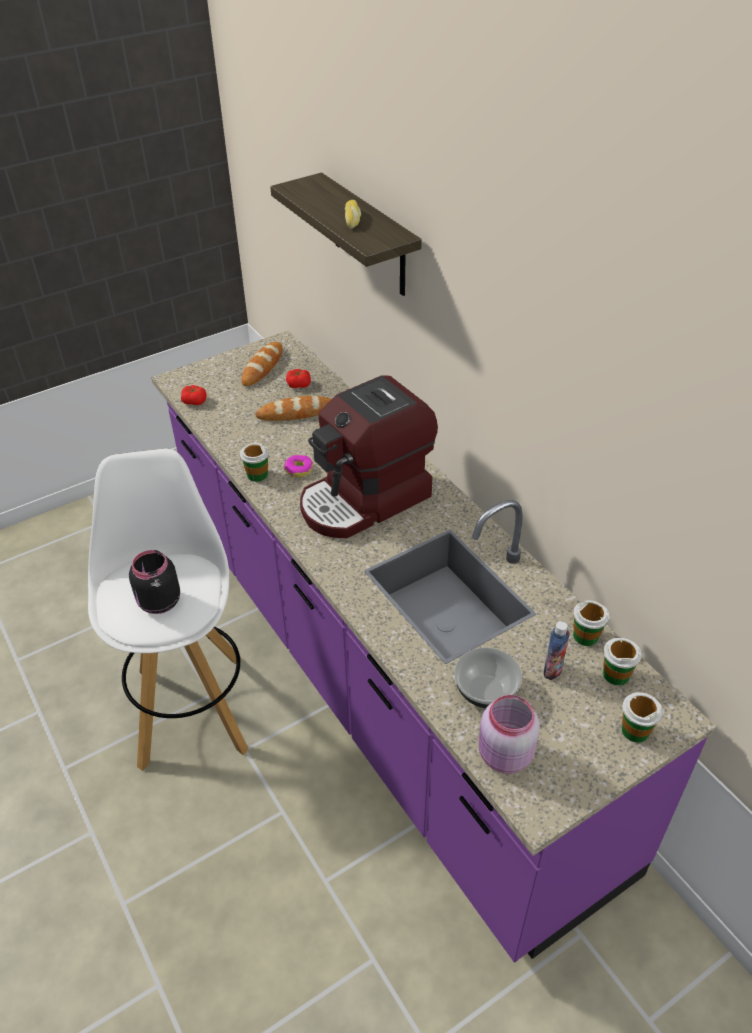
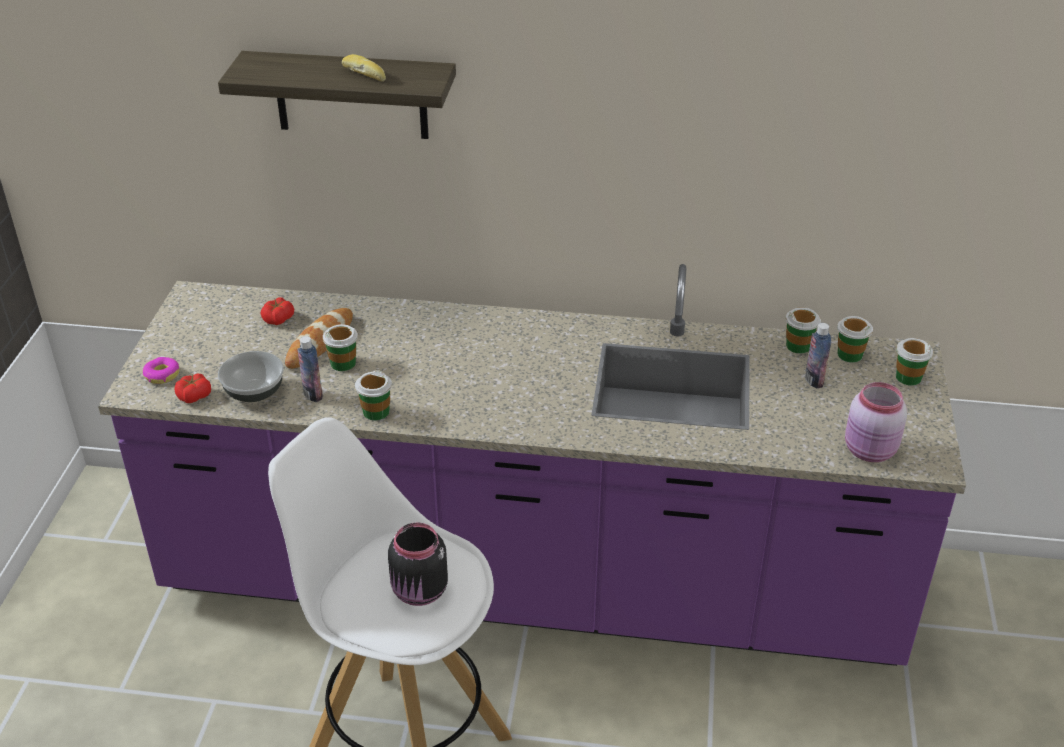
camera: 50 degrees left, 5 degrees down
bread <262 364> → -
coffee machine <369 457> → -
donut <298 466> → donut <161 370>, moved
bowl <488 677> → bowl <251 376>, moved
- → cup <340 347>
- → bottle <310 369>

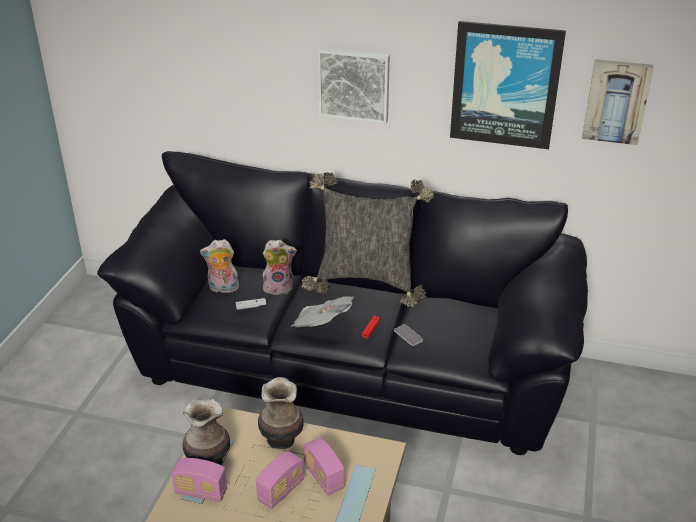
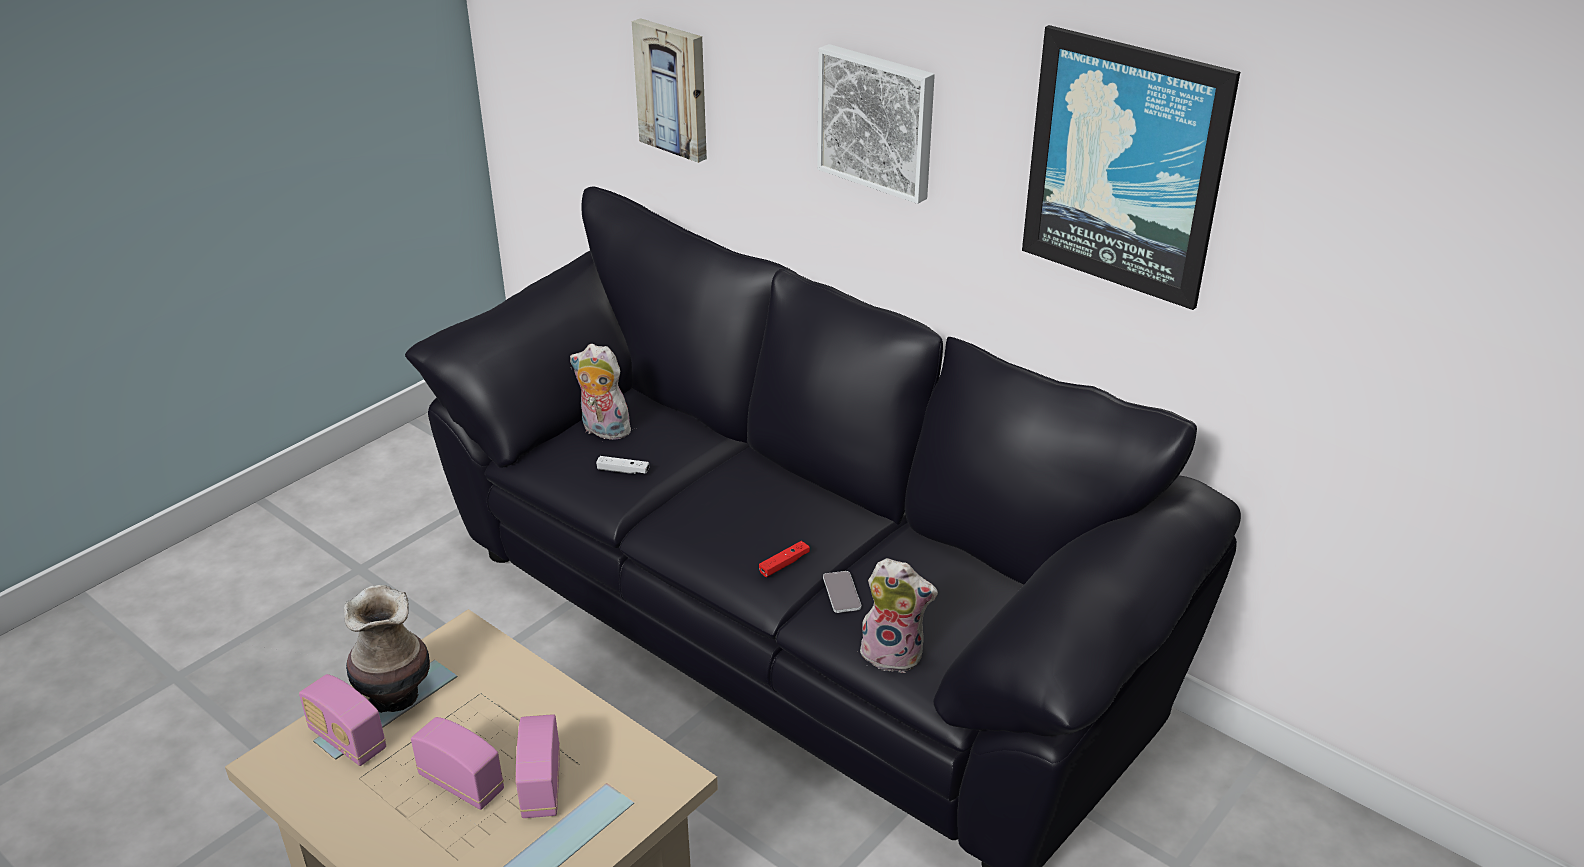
camera: 25 degrees right, 0 degrees up
picture <617 102> → picture <669 90>, moved
pillow <368 239> → -
plush toy <280 268> → plush toy <899 615>, moved
newspaper <322 311> → -
vase <281 413> → -
radio <280 480> → radio <457 763>, 120 degrees counterclockwise

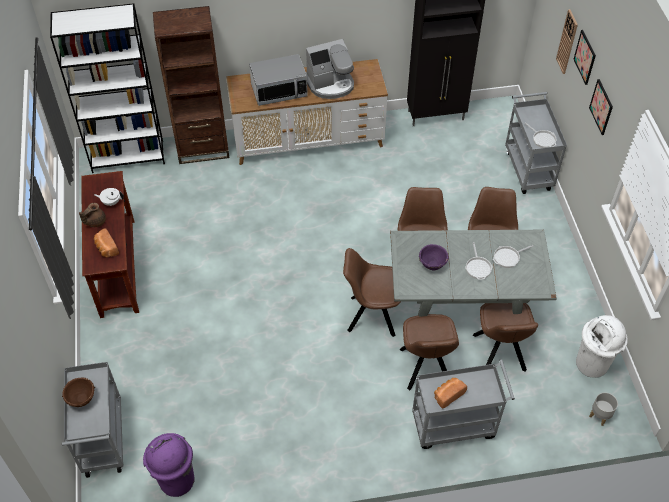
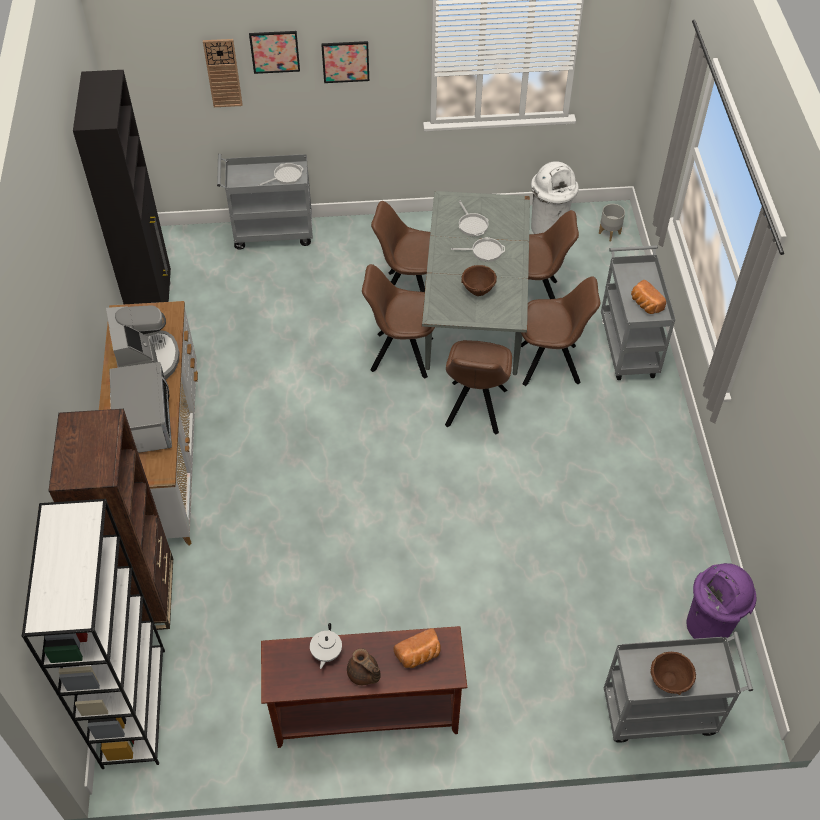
camera: 85 degrees left, 0 degrees up
bowl in purple <434 257> → bowl in brown <479 280>

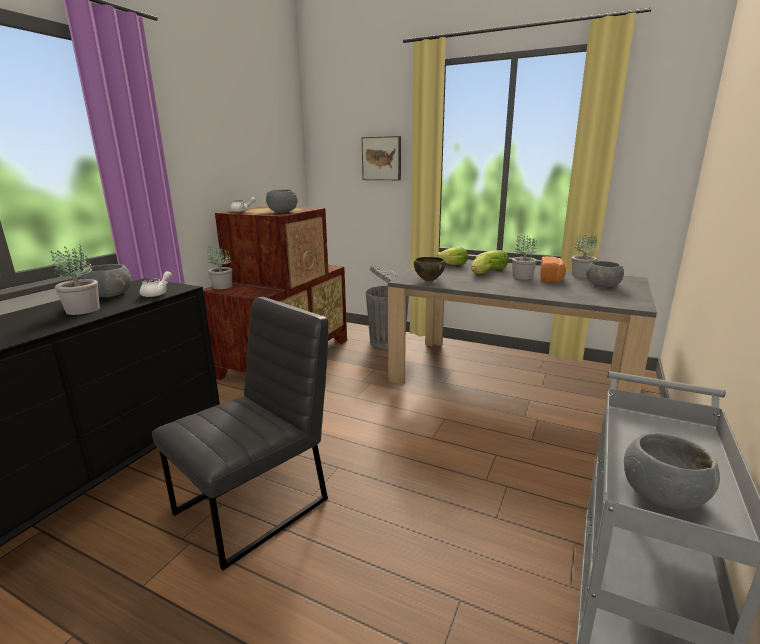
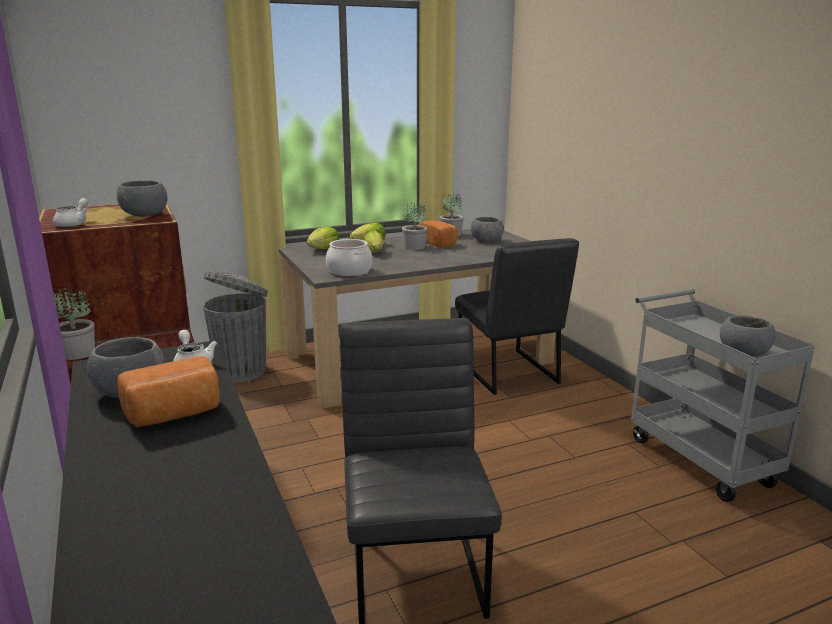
camera: 50 degrees left, 0 degrees up
picture <381 158> → -
potted plant <75 280> → bread <168 391>
bowl in brown <430 269> → cooking pot <349 257>
- → chair in grey <517 316>

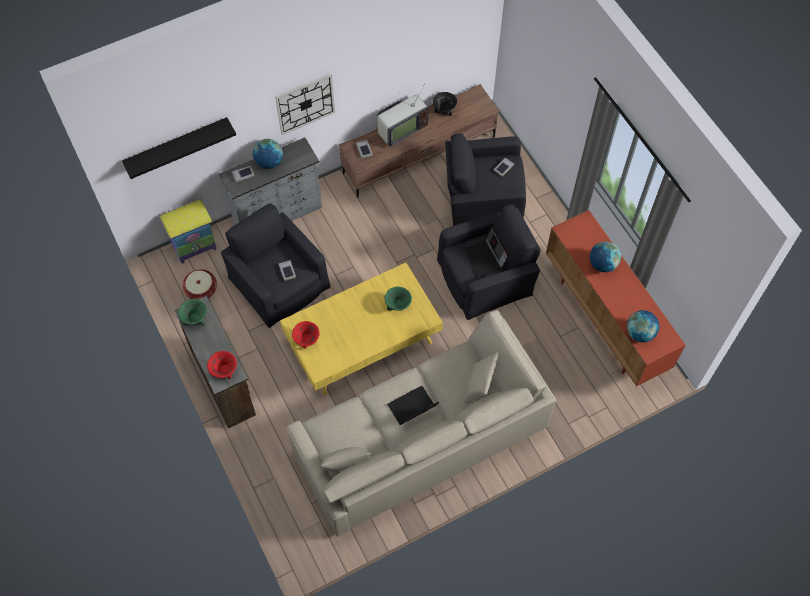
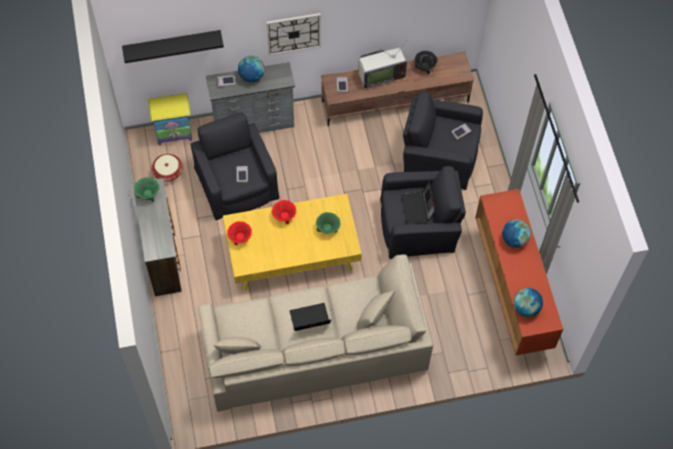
camera: 15 degrees right, 0 degrees up
bowl in red <222 365> → bowl in red <284 212>, moved

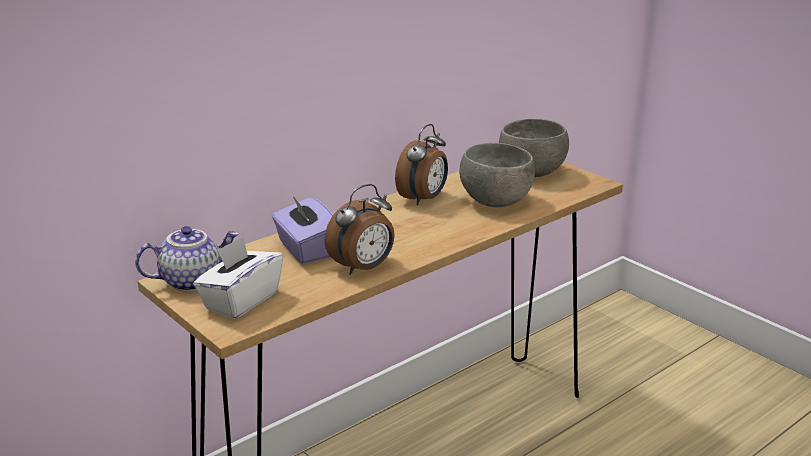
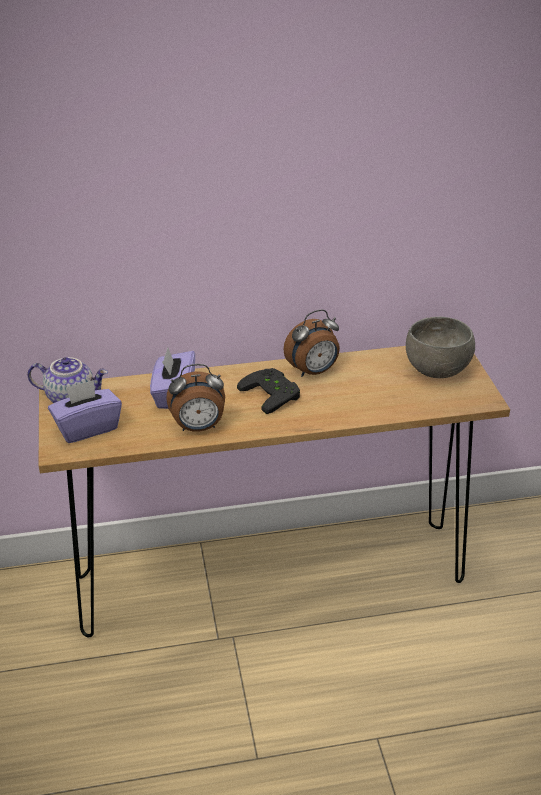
camera: 30 degrees right, 10 degrees up
bowl in grey <497 175> → -
tissue box in white <238 277> → tissue box in purple <85 411>
- → game controller in black <268 391>

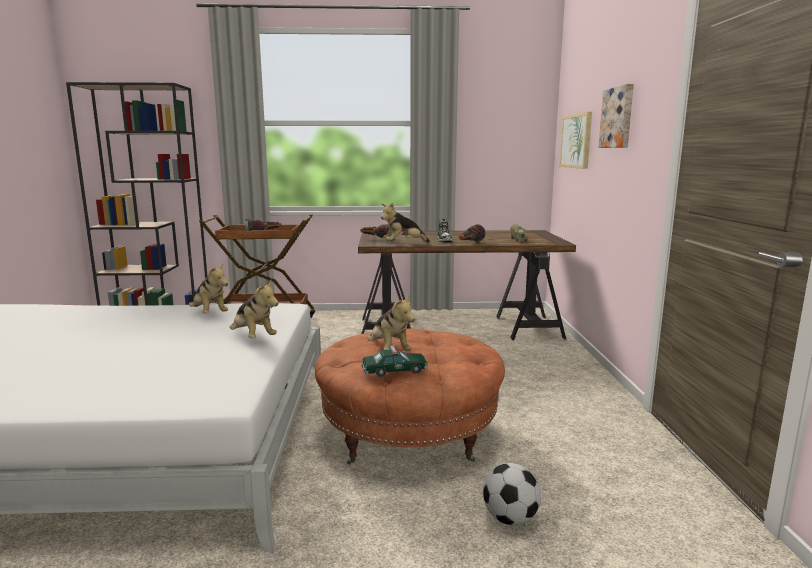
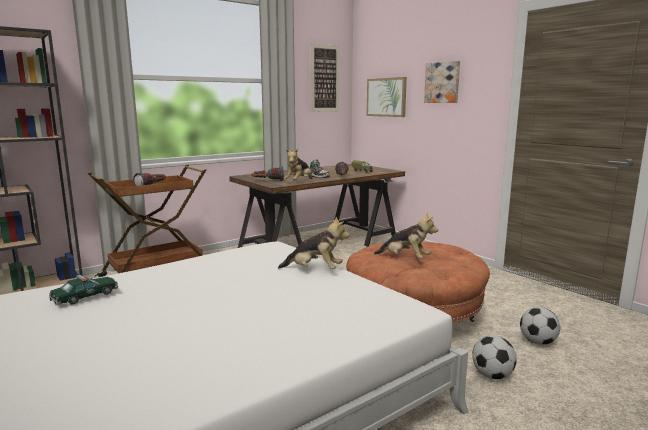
camera: 35 degrees left, 0 degrees up
plush toy <208 289> → -
toy car <395 361> → toy car <83 290>, moved
- → picture <325 77>
- → football <494 357>

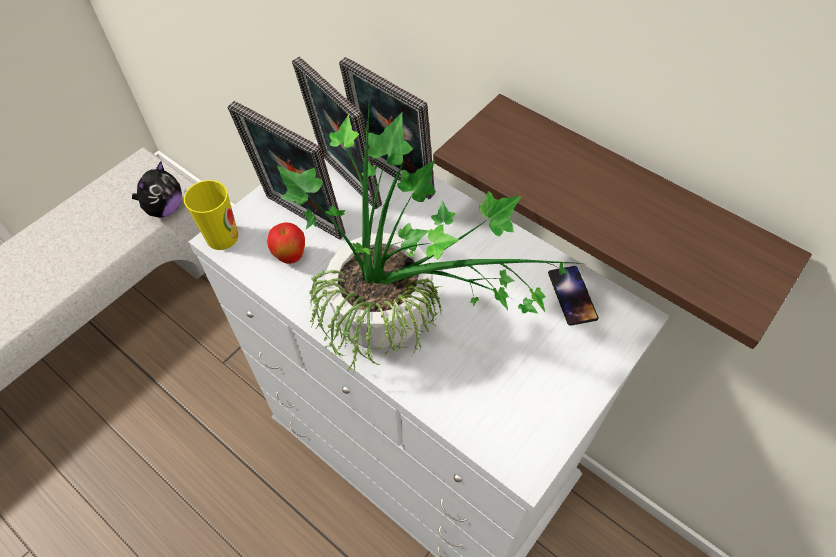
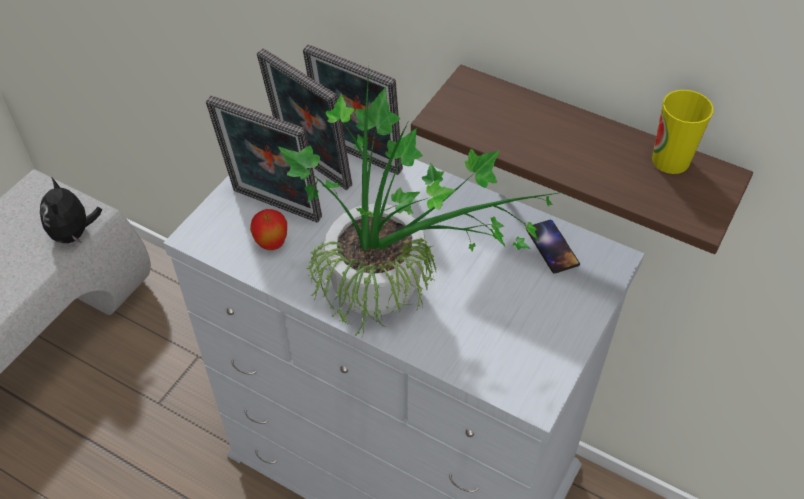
camera: 10 degrees left, 5 degrees down
plush toy <157 189> → plush toy <71 210>, 150 degrees clockwise
cup <211 215> → cup <682 132>, moved

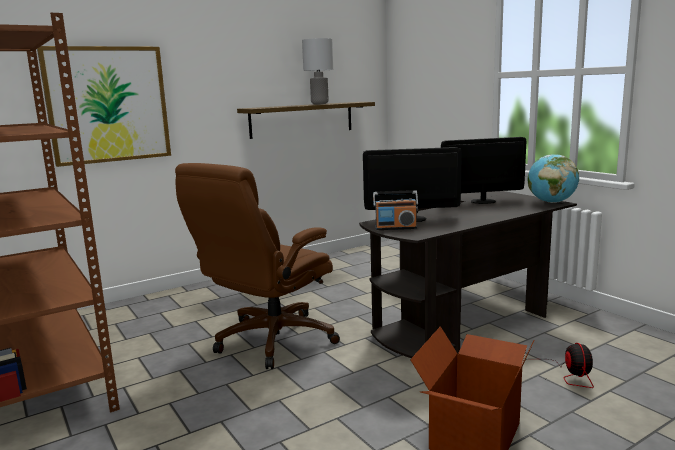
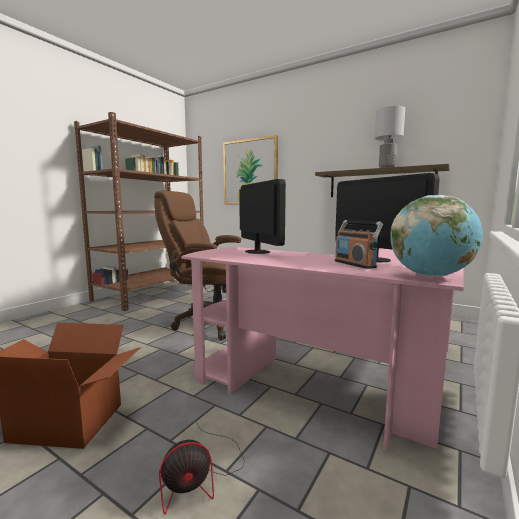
camera: 65 degrees right, 5 degrees down
radio <395 210> → radio <359 244>, moved
desk in black <468 274> → desk in pink <322 349>

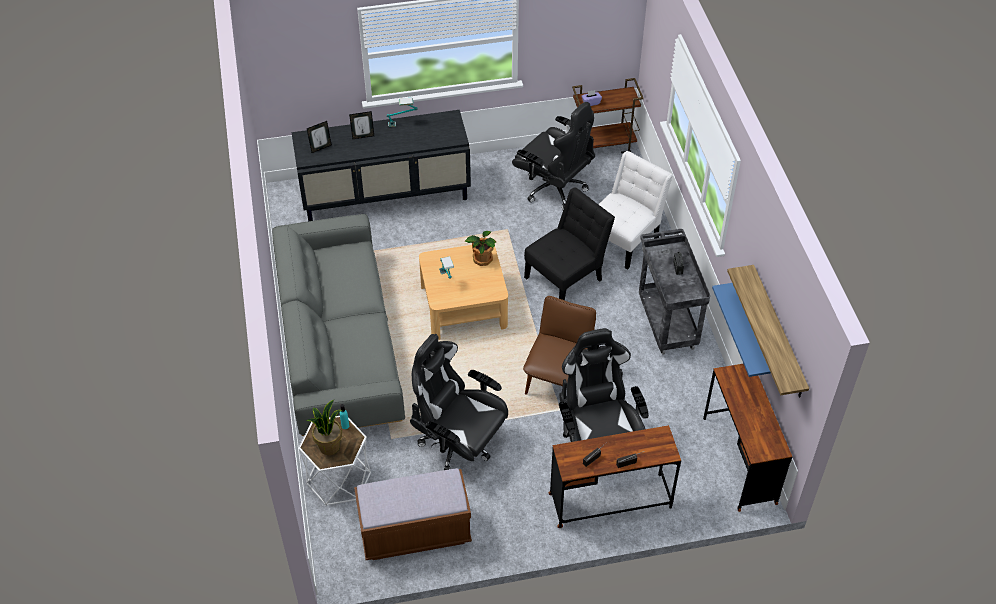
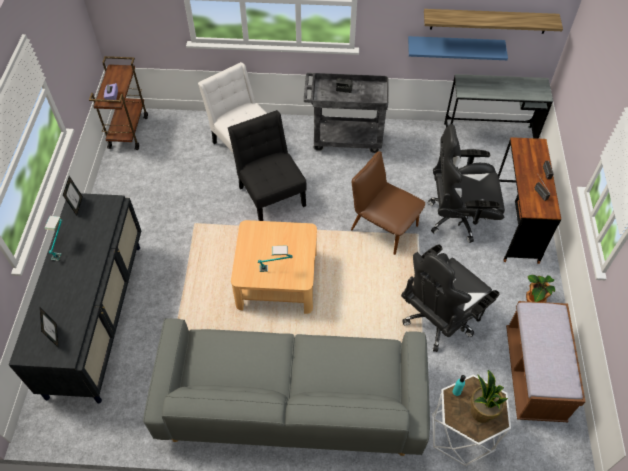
camera: 75 degrees left, 5 degrees up
office chair in black <553 156> → -
picture frame <361 125> → picture frame <73 196>, moved
potted plant <480 248> → potted plant <540 288>, moved
desk in brown <747 438> → desk in grey <498 106>

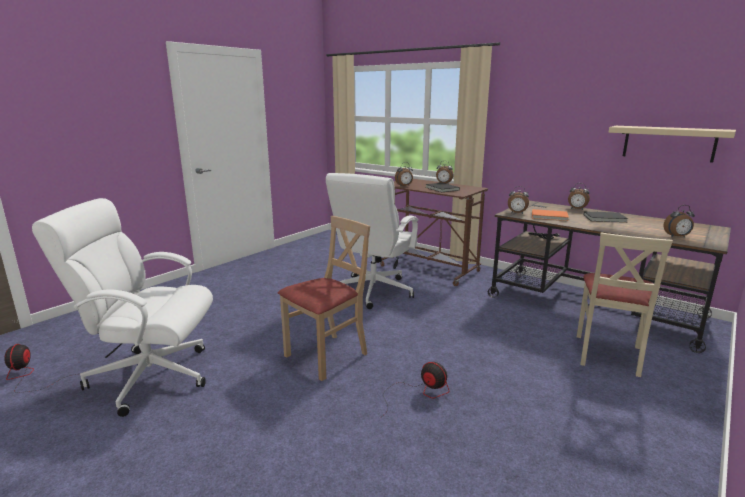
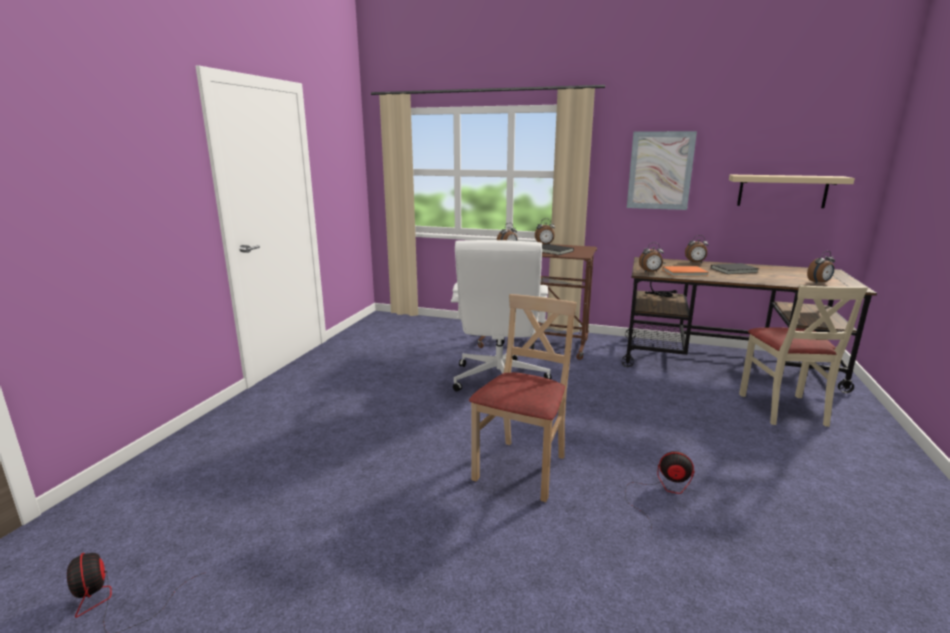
camera: 20 degrees left, 0 degrees up
office chair in white <122 307> → -
- → picture <662 170>

